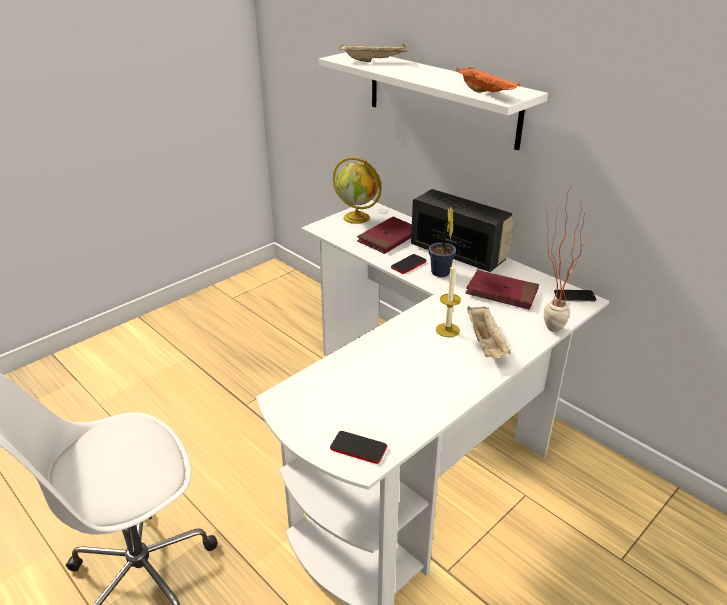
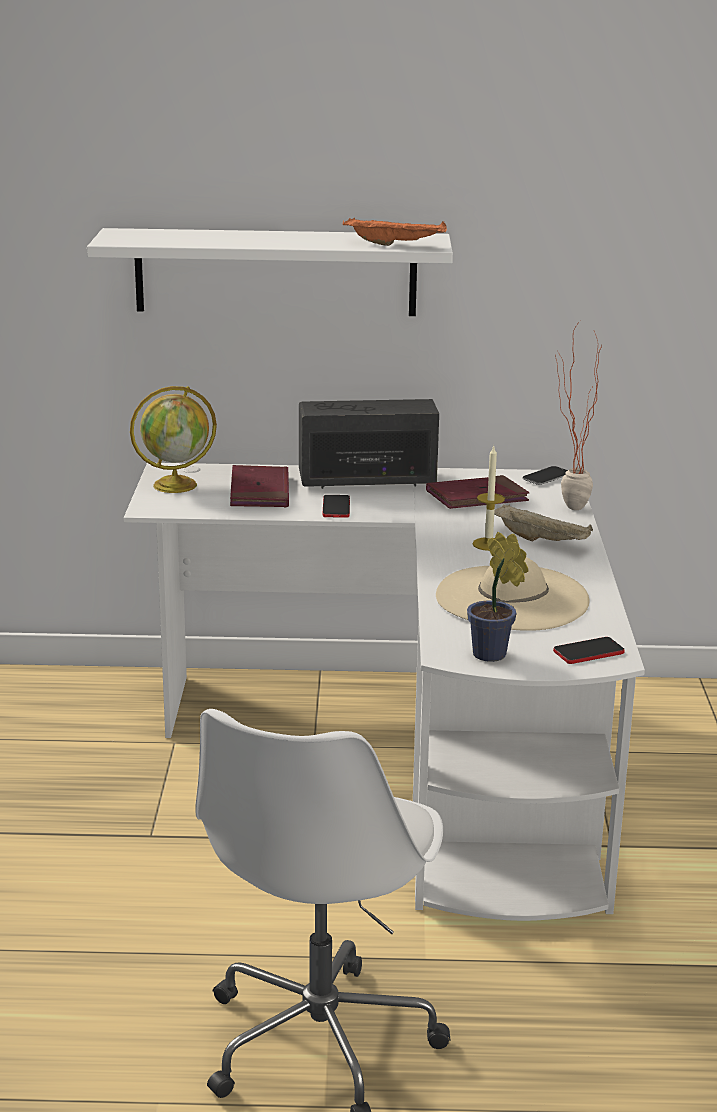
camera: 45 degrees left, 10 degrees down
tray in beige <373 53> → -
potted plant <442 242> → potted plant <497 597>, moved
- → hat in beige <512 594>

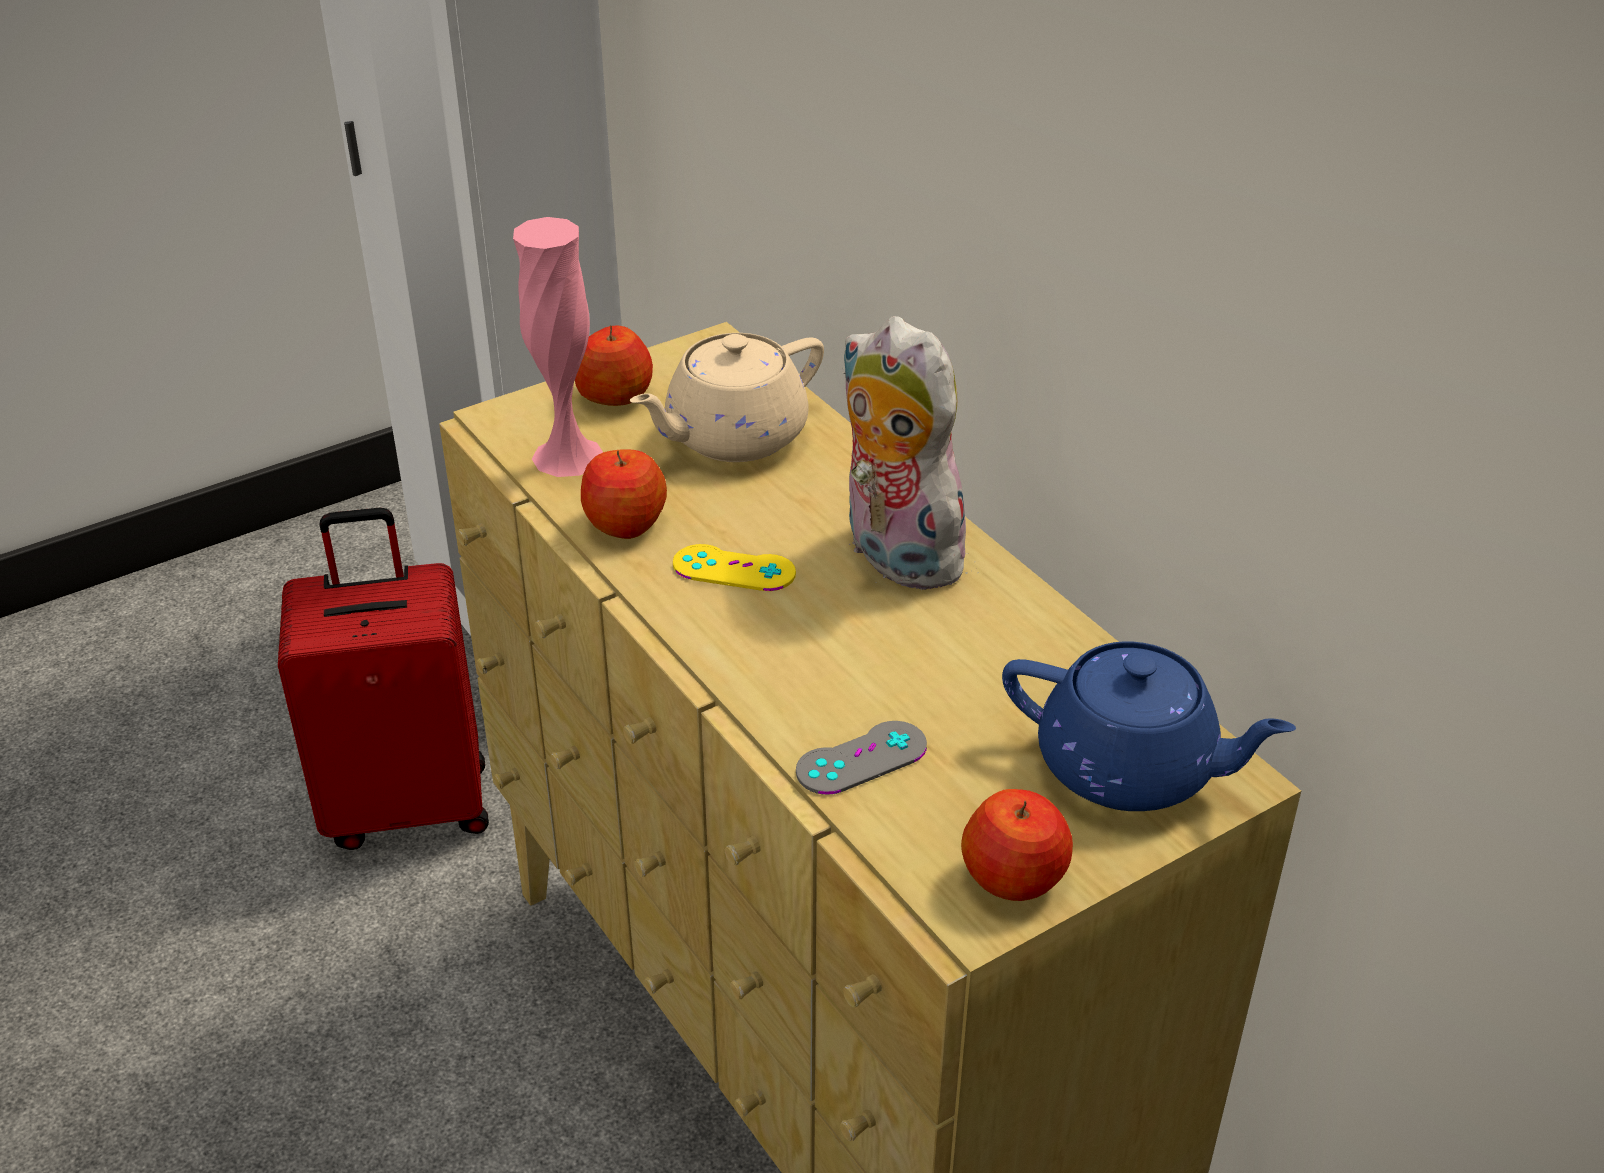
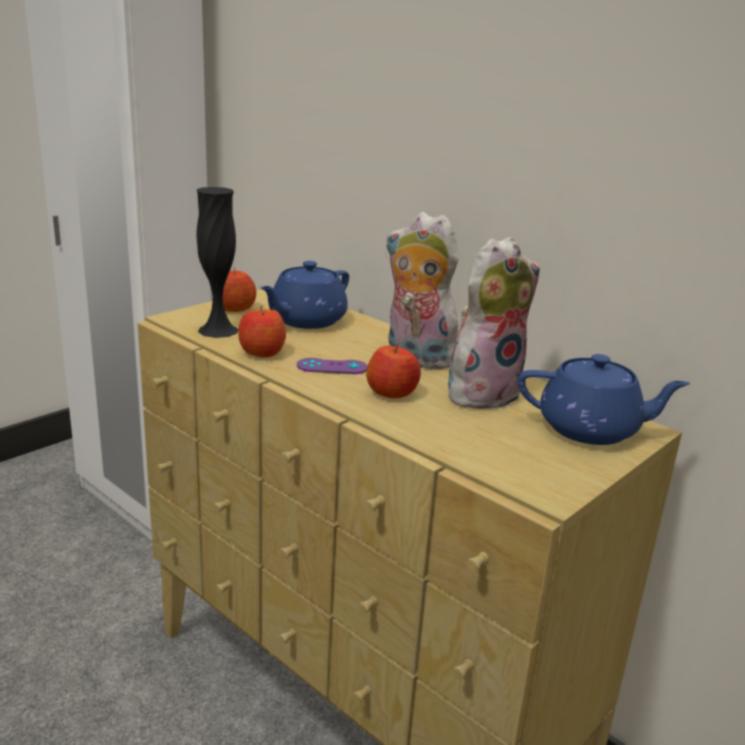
camera: 15 degrees left, 15 degrees down
vase in pink <558 347> → vase in black <217 262>
teapot in beige <727 397> → teapot in blue <304 295>
suitcase in red <383 678> → -
game controller in yellow <734 567> → game controller in purple <332 366>
game controller in grey <861 758> → -
apple <1017 845> → apple <393 370>, moved
- → plush toy <494 323>

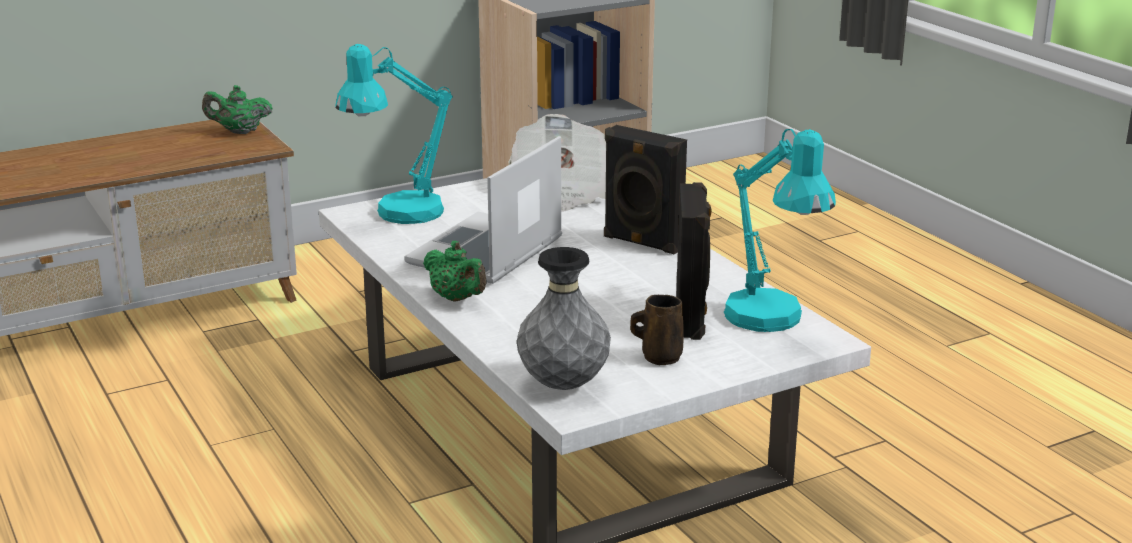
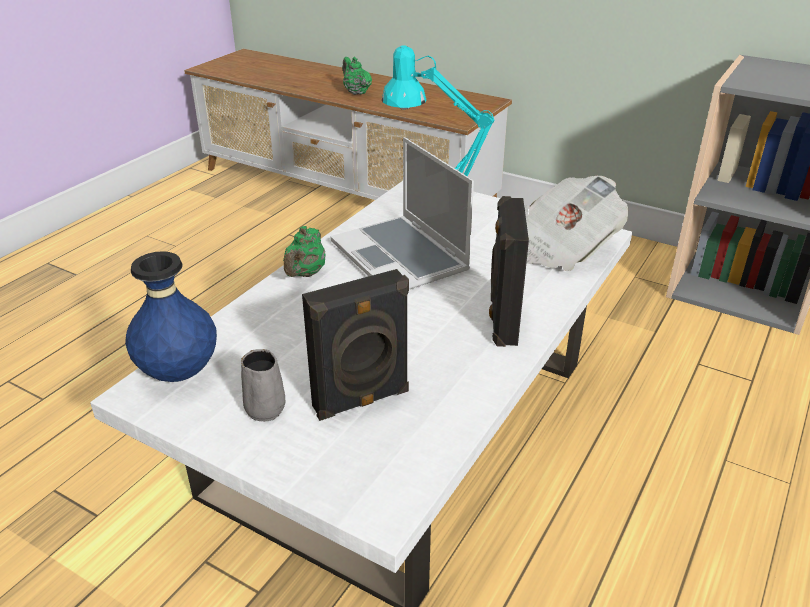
camera: 60 degrees right, 10 degrees up
teapot in green <237 109> → teapot in green <357 76>, moved
table lamp in turquoise <780 230> → -
laptop <483 210> → laptop <402 213>, 120 degrees counterclockwise
vase in grey <564 318> → vase in blue <171 316>
mug in brown <657 330> → mug in grey <263 385>

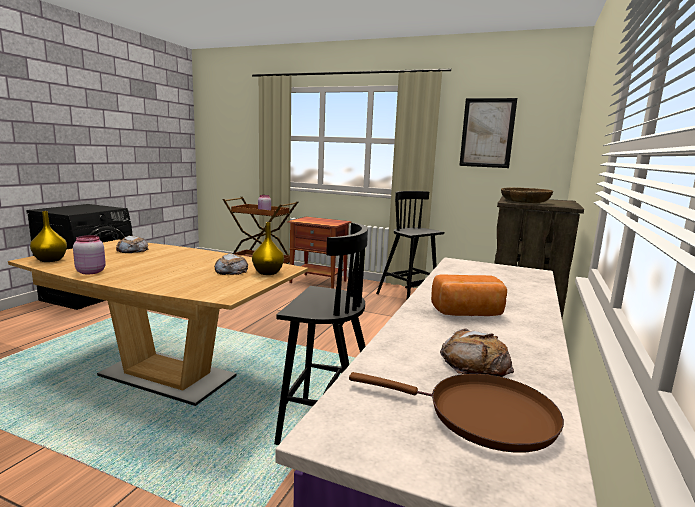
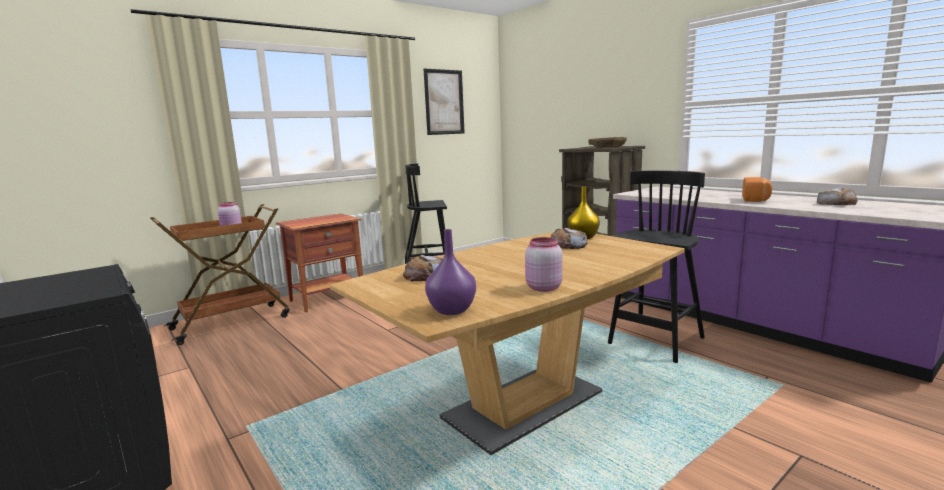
camera: 60 degrees left, 0 degrees up
vase in yellow <48 236> → vase in purple <450 272>
frying pan in brown <456 412> → -

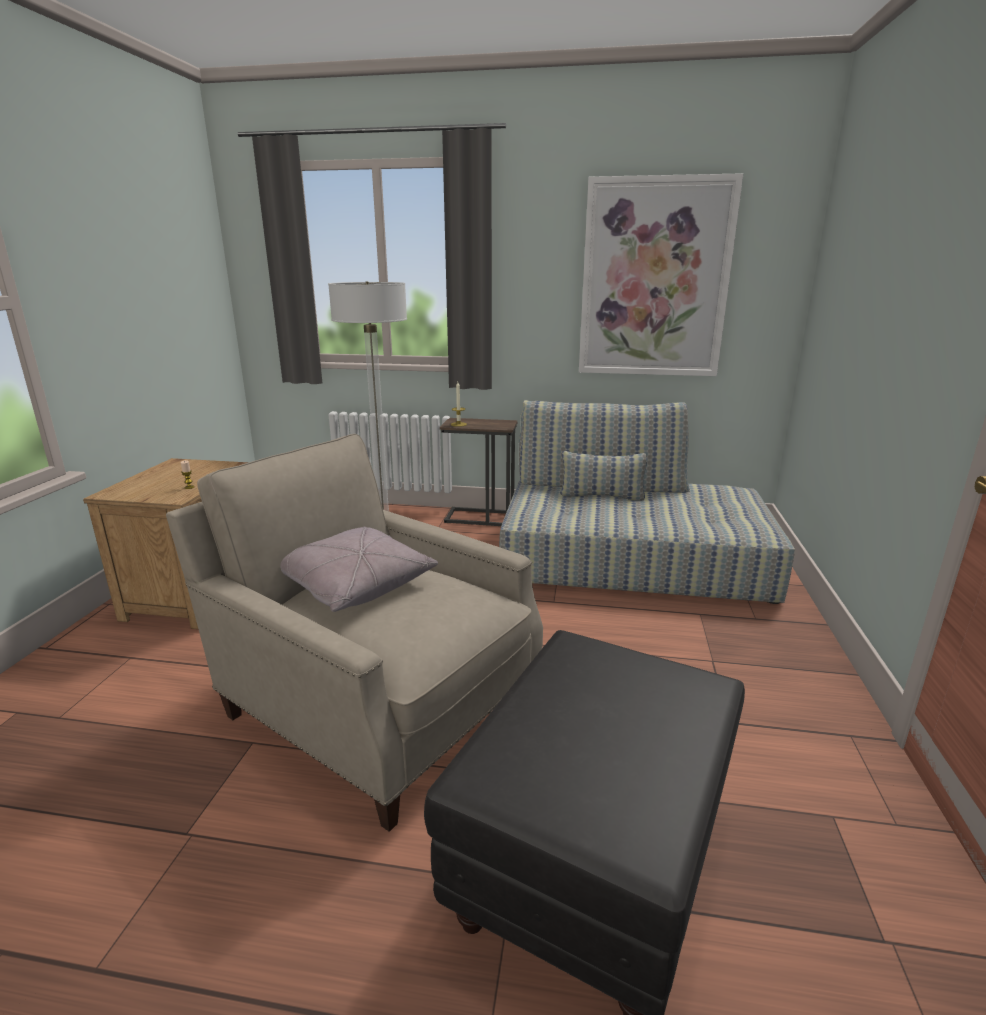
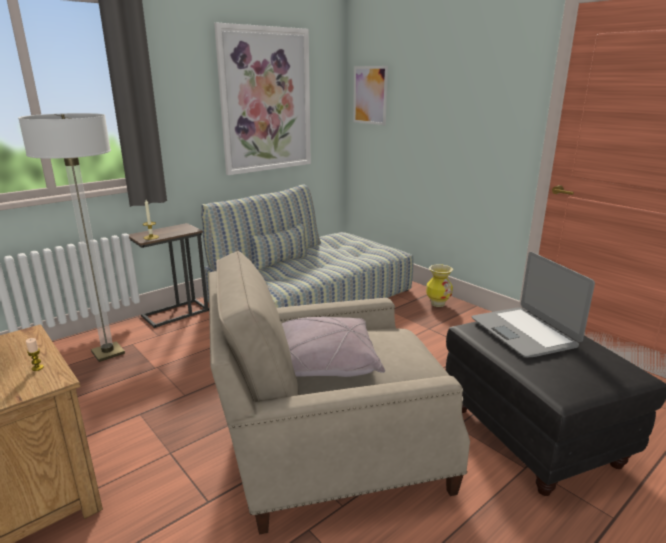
camera: 50 degrees left, 0 degrees up
- → picture <370 95>
- → laptop <533 304>
- → vase <439 285>

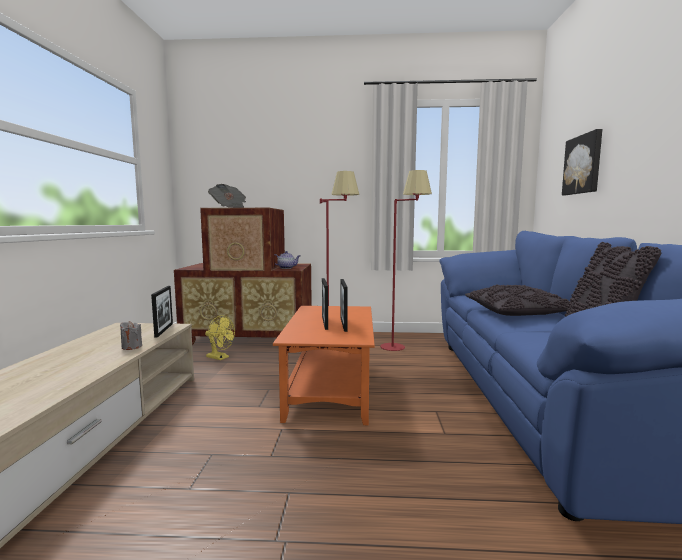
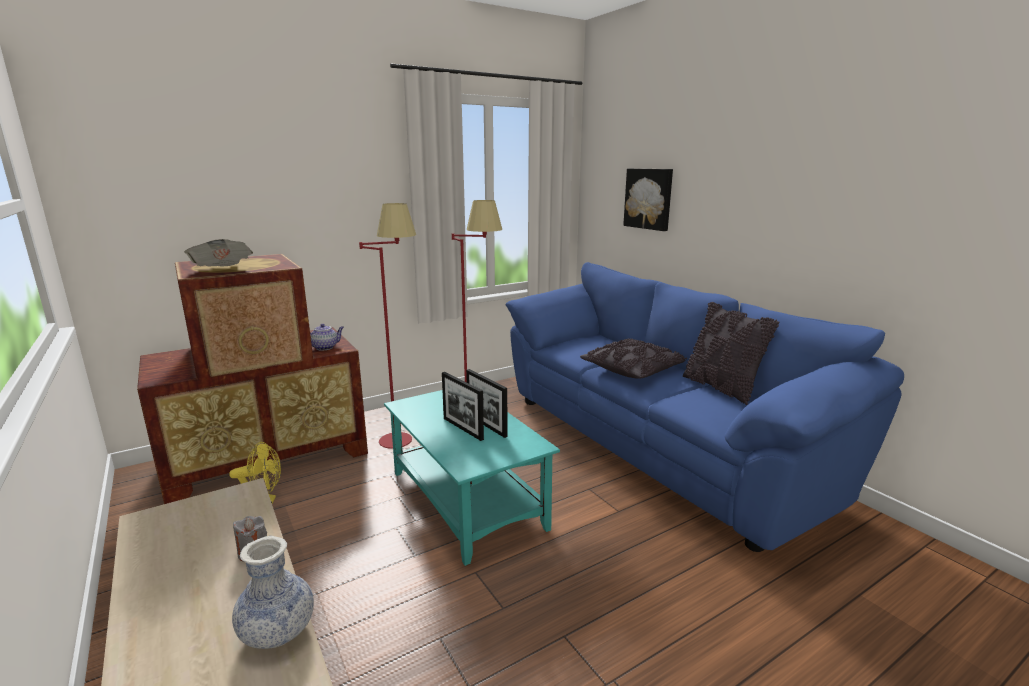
camera: 35 degrees left, 10 degrees up
picture frame <162 312> → -
coffee table in orange <324 365> → coffee table in turquoise <472 478>
- → vase <273 592>

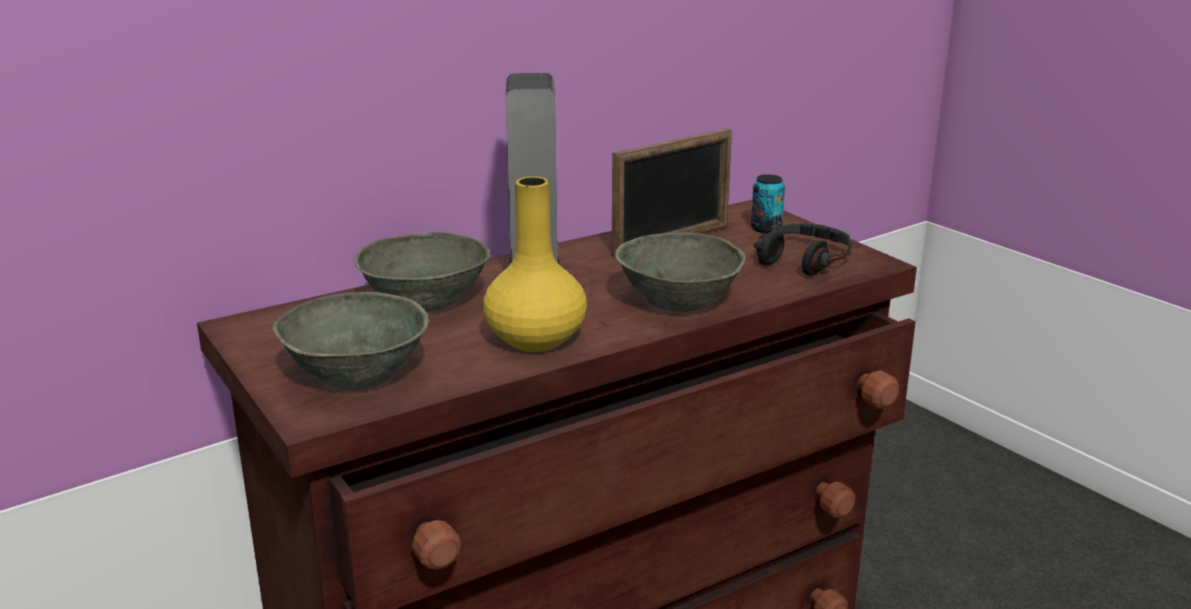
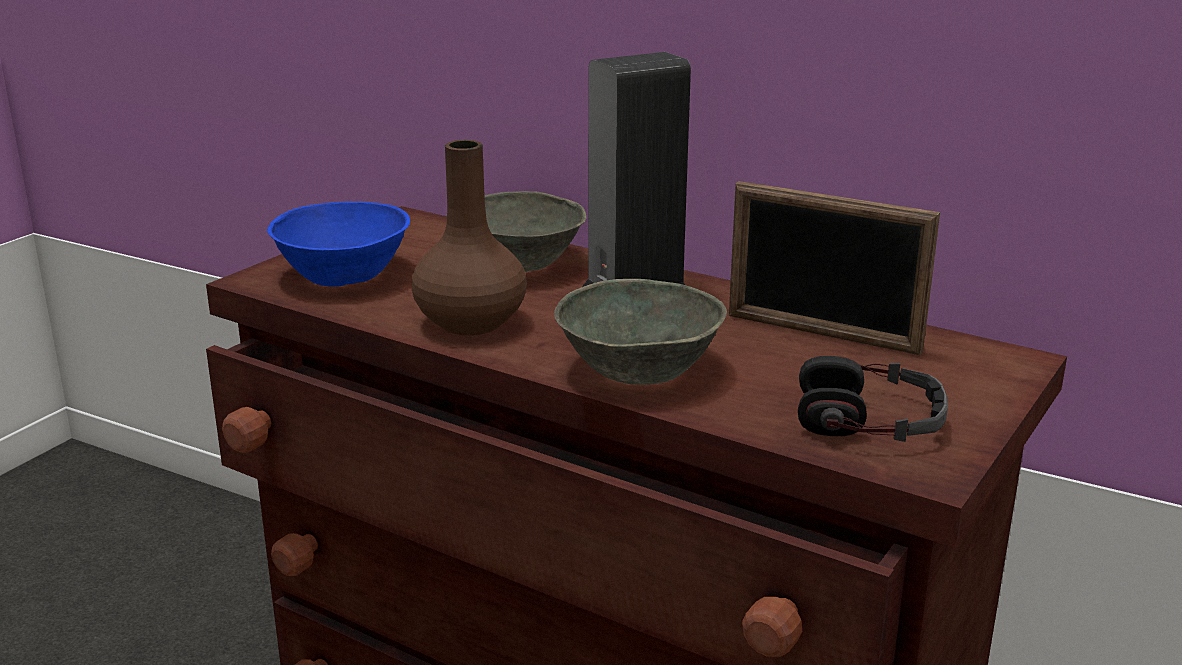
camera: 65 degrees right, 0 degrees up
can <768 204> → -
vase in yellow <535 264> → vase in brown <469 237>
bowl in grey <351 341> → bowl in blue <338 244>

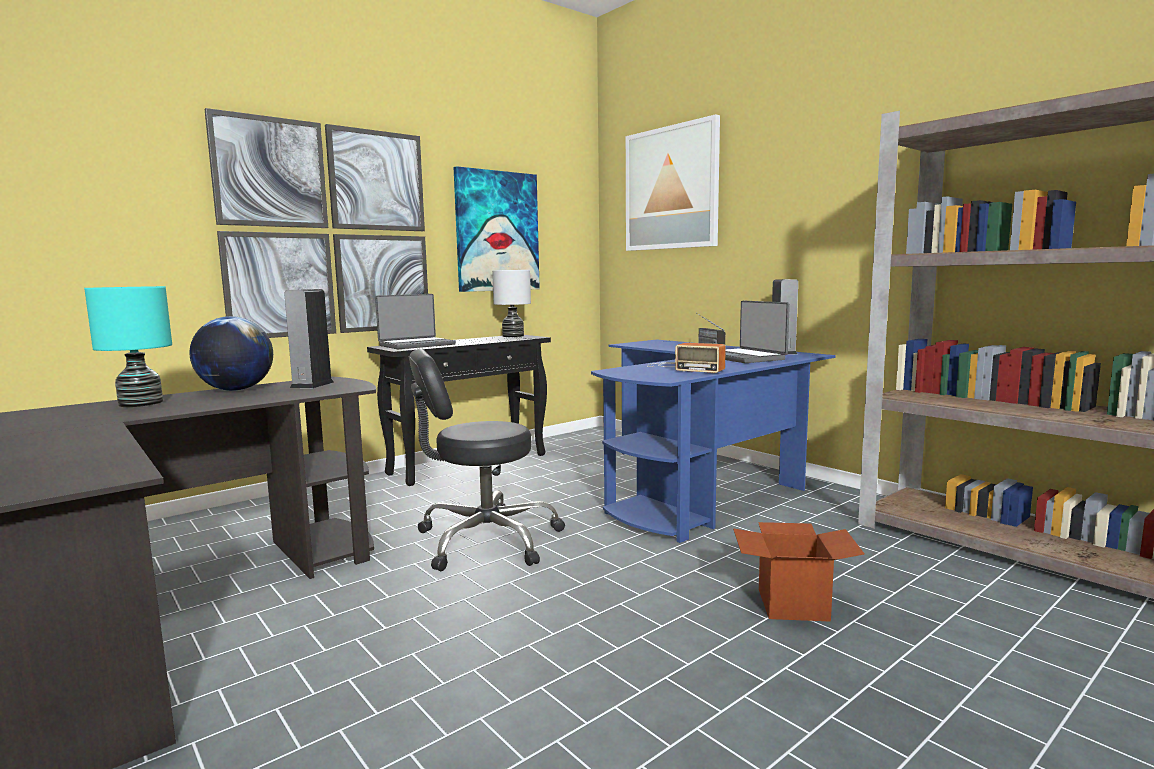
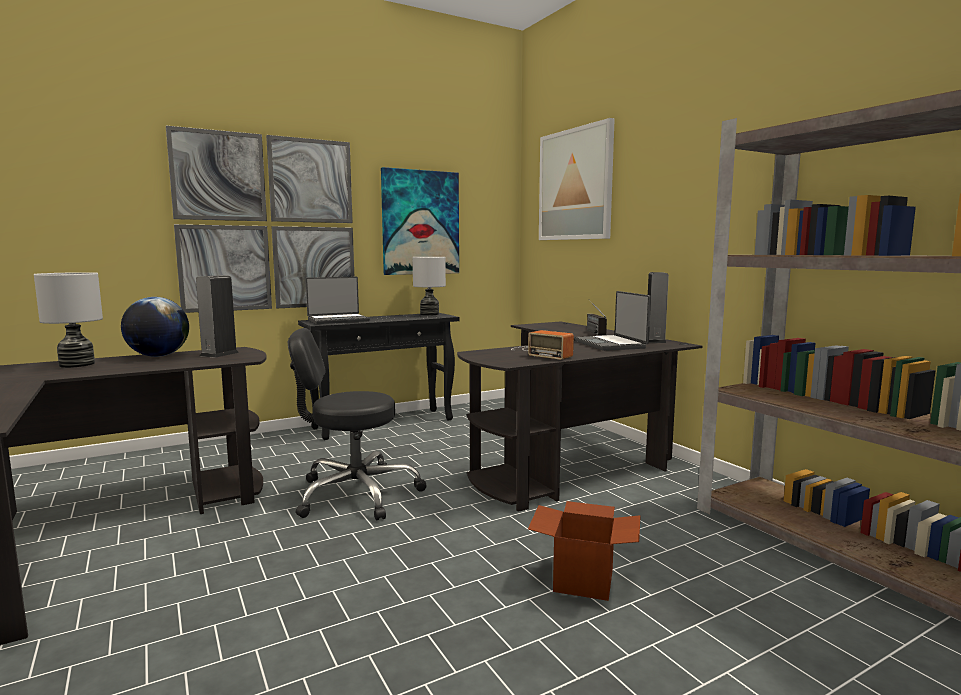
camera: 10 degrees right, 0 degrees up
table lamp in turquoise <128 346> → table lamp in grey <68 320>
desk in blue <713 441> → desk in black <580 416>

